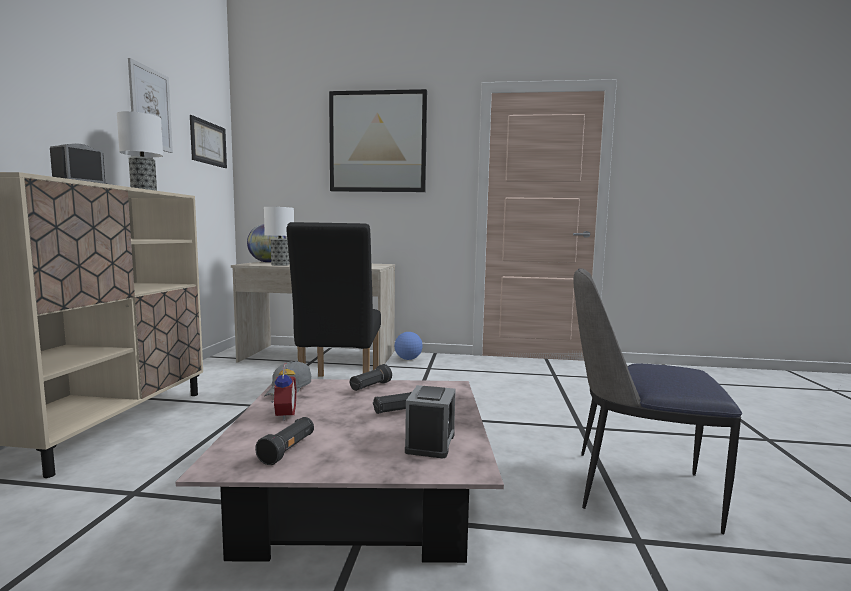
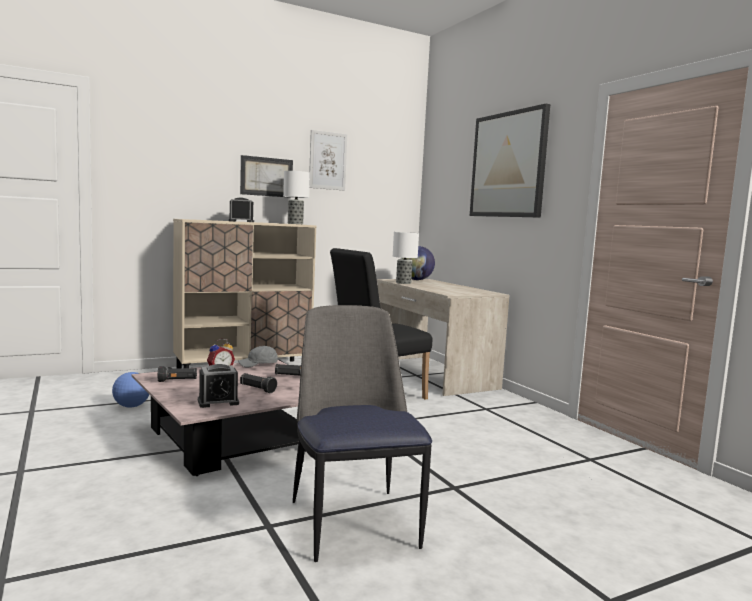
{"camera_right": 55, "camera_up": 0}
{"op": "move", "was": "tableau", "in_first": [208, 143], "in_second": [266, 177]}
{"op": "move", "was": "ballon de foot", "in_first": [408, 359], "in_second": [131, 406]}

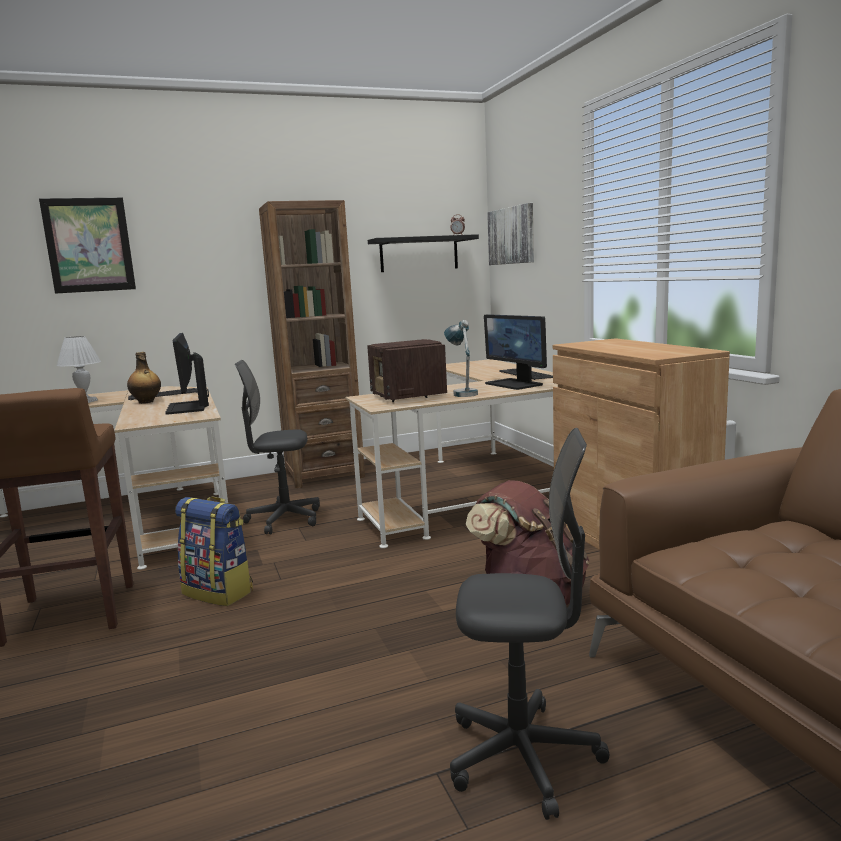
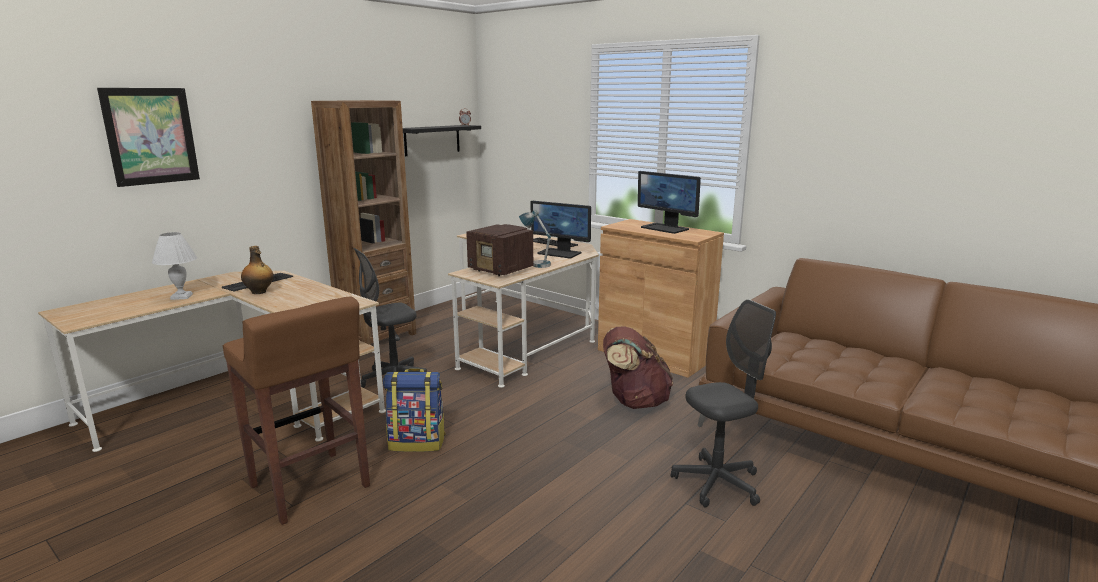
{"camera_right": -30, "camera_up": 5}
{"op": "delete", "was": "tableau", "in_first": [511, 235]}
{"op": "move", "was": "écran d'ordinateur", "in_first": [187, 407], "in_second": [665, 228]}

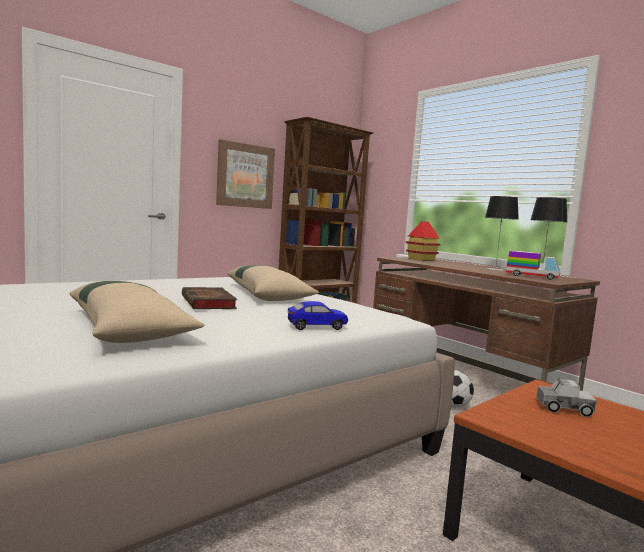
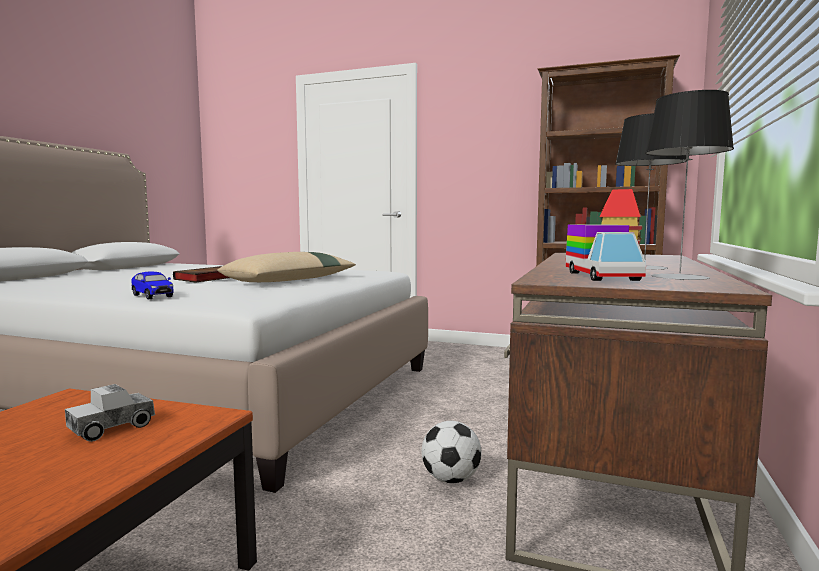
{"camera_right": 60, "camera_up": 0}
{"op": "delete", "was": "coussin (beige)", "in_first": [129, 327]}
{"op": "delete", "was": "tableau", "in_first": [245, 176]}
{"op": "rotate", "was": "camion jouet", "in_first": [563, 409], "in_second": [112, 428], "clockwise": 60}

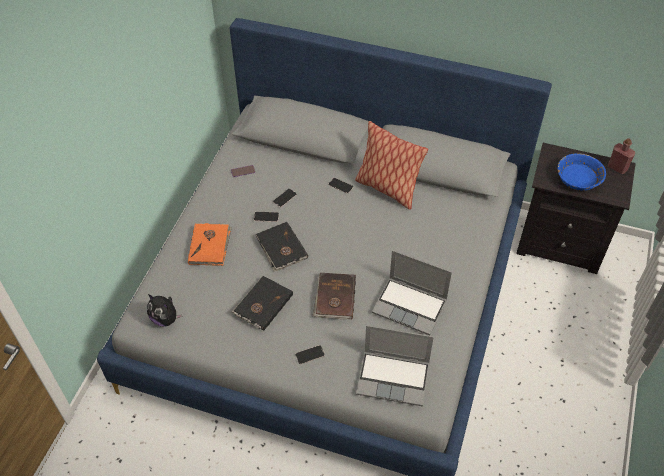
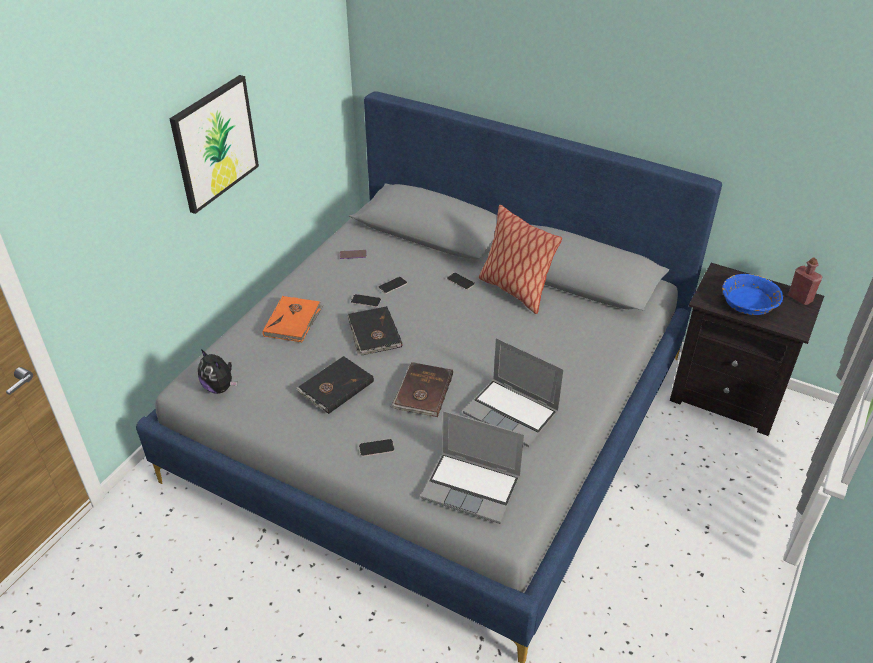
{"camera_right": 10, "camera_up": -10}
{"op": "insert", "now": "tableau", "in_second": [214, 143]}

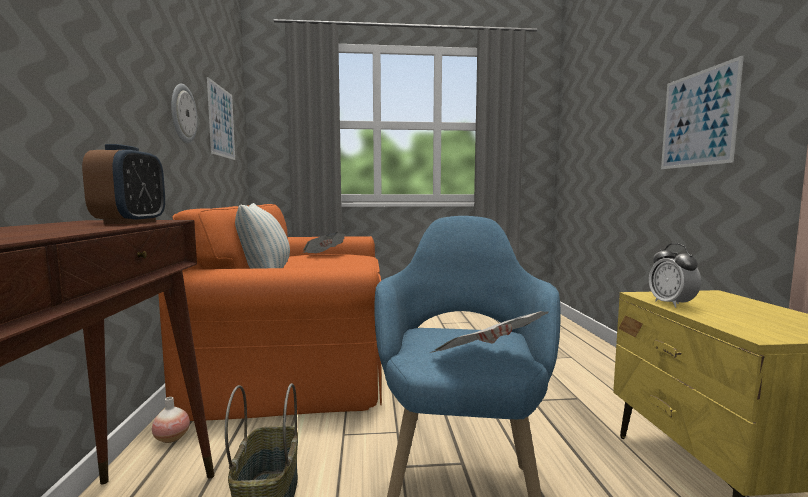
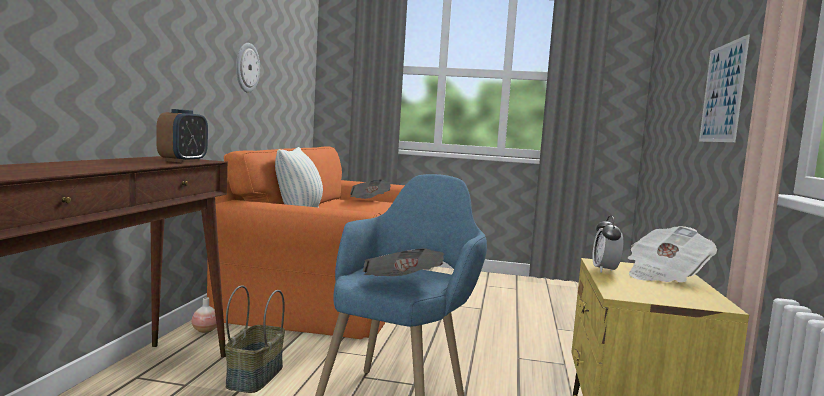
{"camera_right": 15, "camera_up": 0}
{"op": "delete", "was": "tableau", "in_first": [221, 122]}
{"op": "insert", "now": "journal", "in_second": [664, 276]}

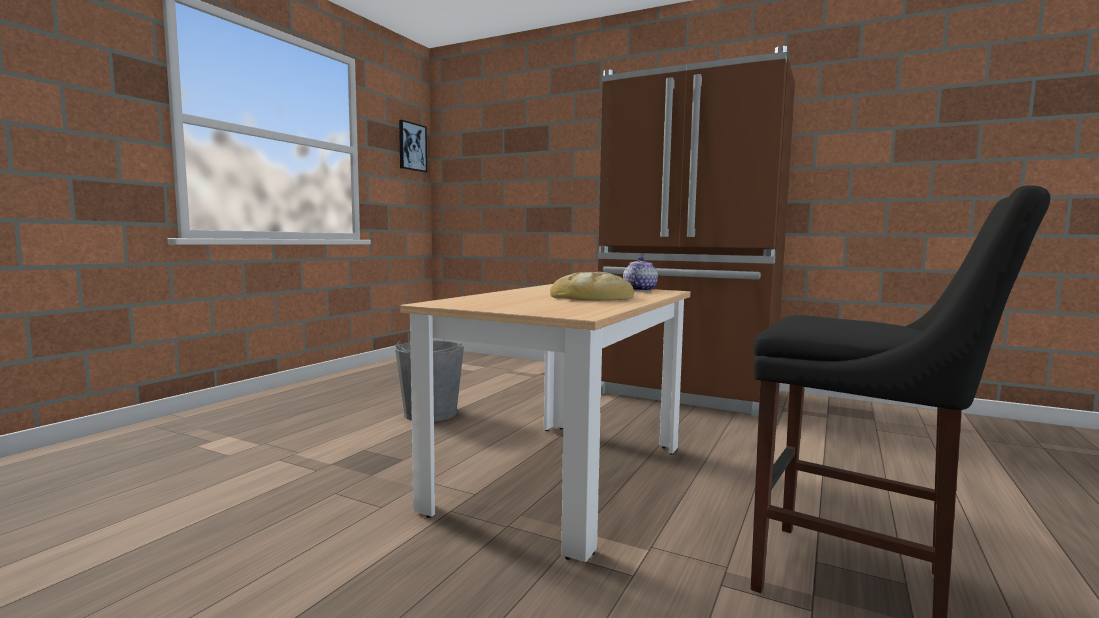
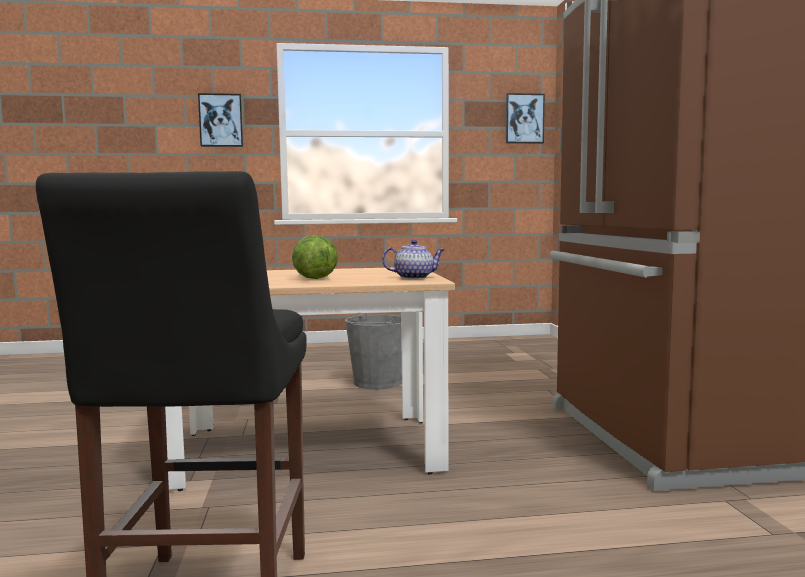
{"camera_right": 55, "camera_up": 0}
{"op": "insert", "now": "tableau", "in_second": [221, 120]}
{"op": "replace", "was": "pain", "now": "laitue", "in_first": [592, 297], "in_second": [314, 278]}

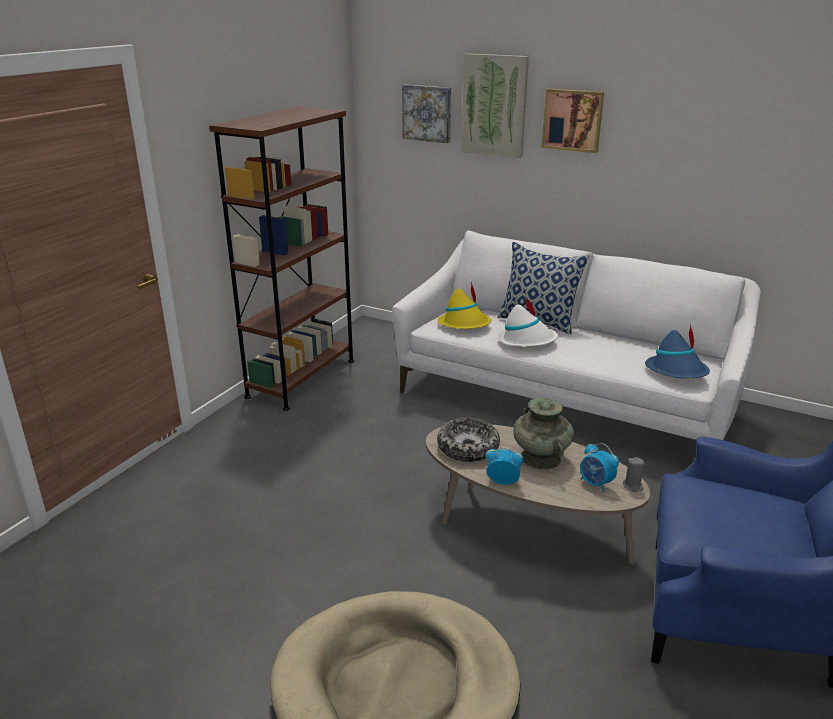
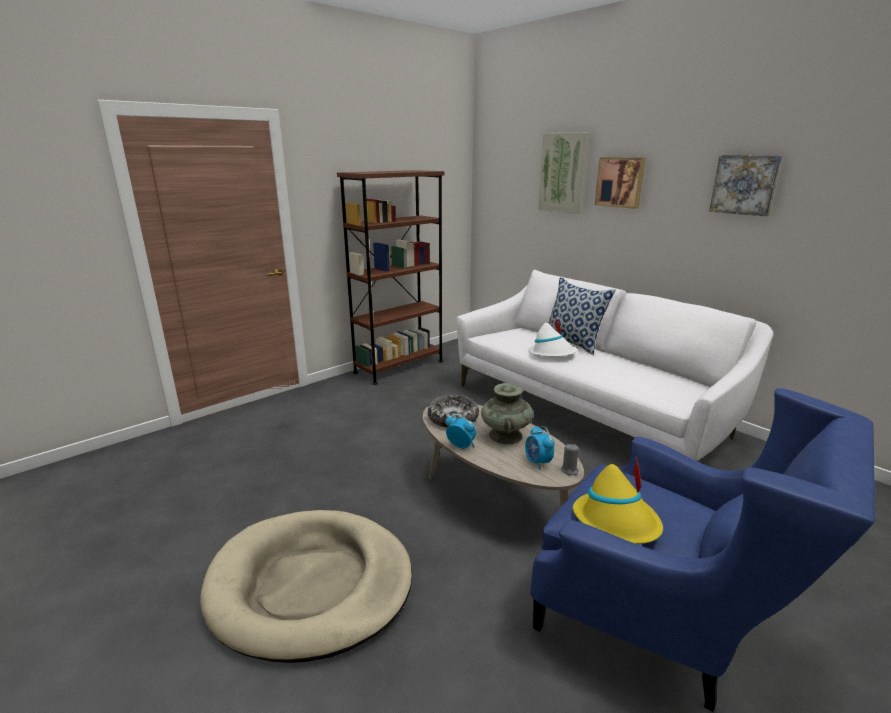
{"camera_right": 20, "camera_up": -5}
{"op": "delete", "was": "chapeau (bleu)", "in_first": [677, 371]}
{"op": "move", "was": "tableau", "in_first": [427, 113], "in_second": [745, 184]}
{"op": "move", "was": "chapeau (jaune)", "in_first": [465, 324], "in_second": [617, 522]}

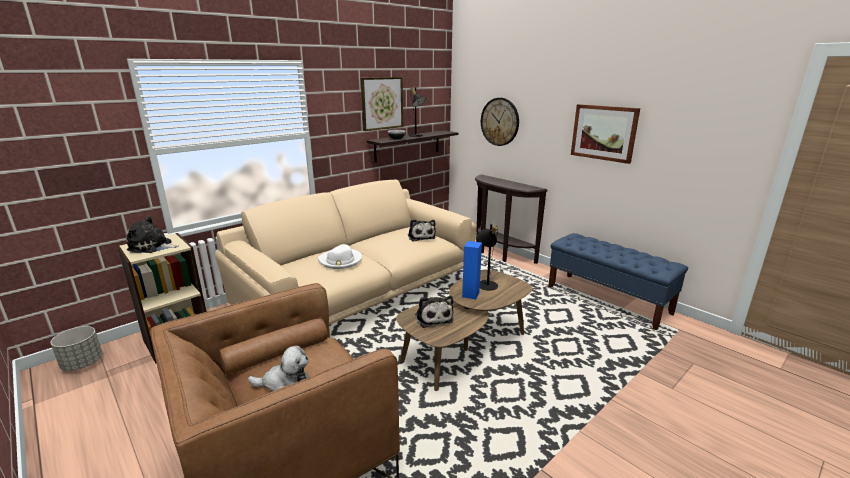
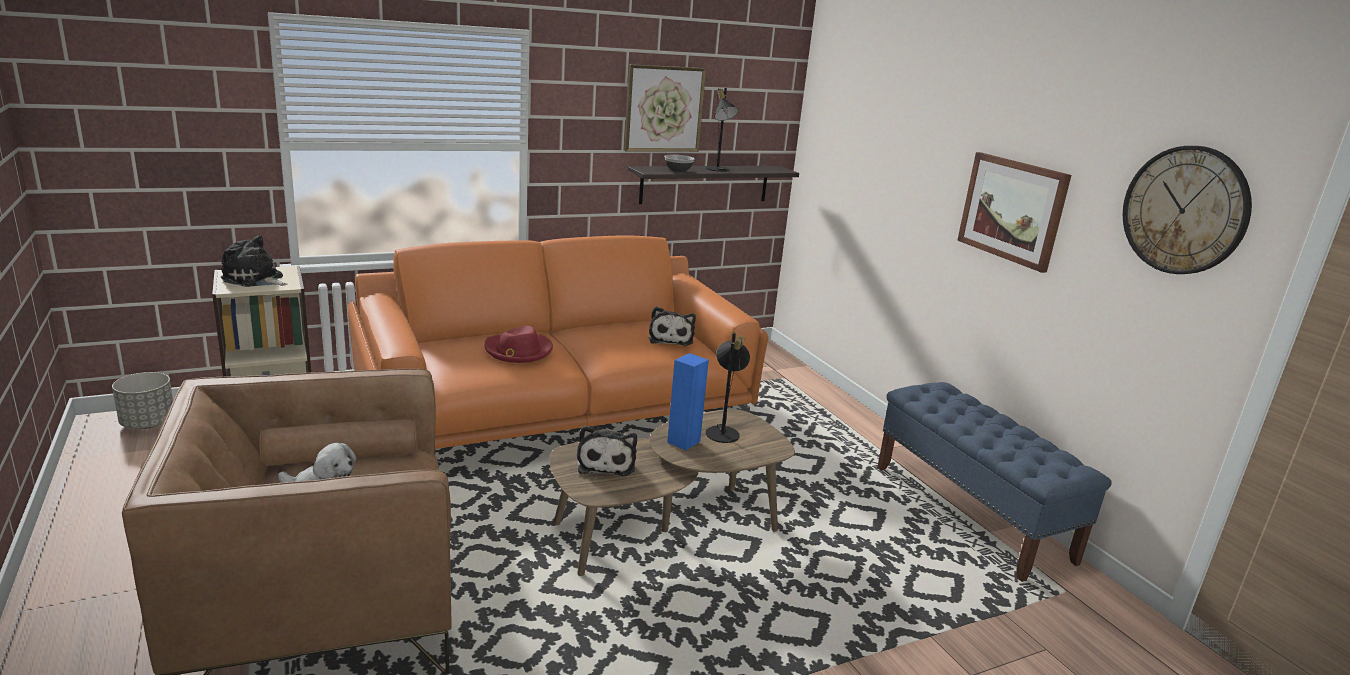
{"camera_right": 15, "camera_up": 0}
{"op": "delete", "was": "table console (marron)", "in_first": [499, 254]}
{"op": "move", "was": "horloge murale", "in_first": [500, 122], "in_second": [1185, 210]}
{"op": "recolor", "was": "canapé (beige)", "now": "canapé (orange)", "in_first": [359, 294], "in_second": [558, 413]}
{"op": "recolor", "was": "chapeau (blanc)", "now": "chapeau (rouge)", "in_first": [340, 261], "in_second": [518, 351]}

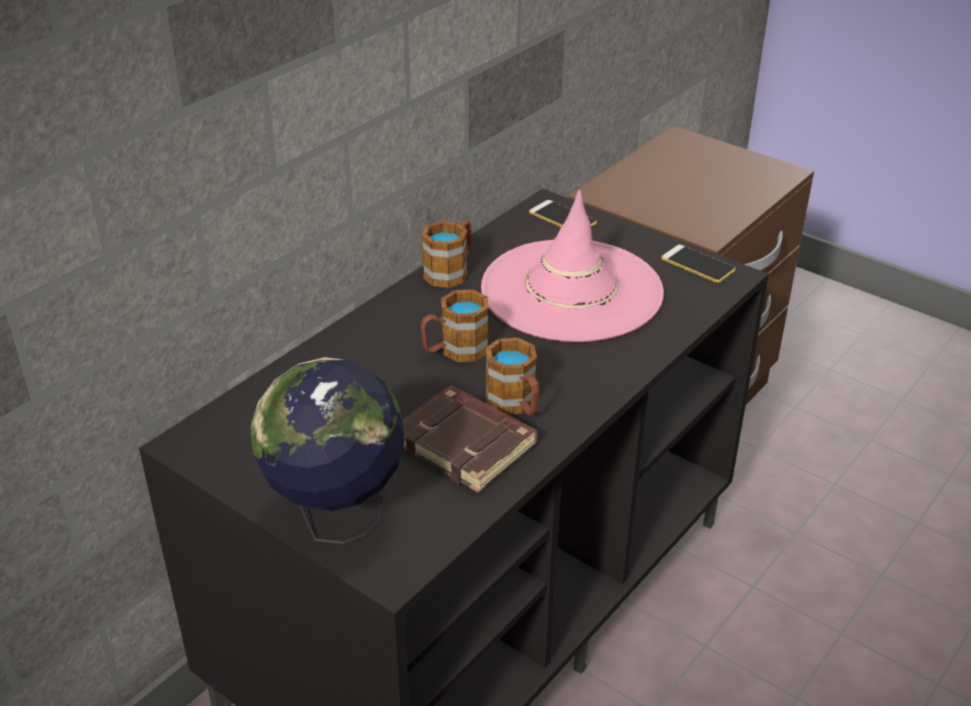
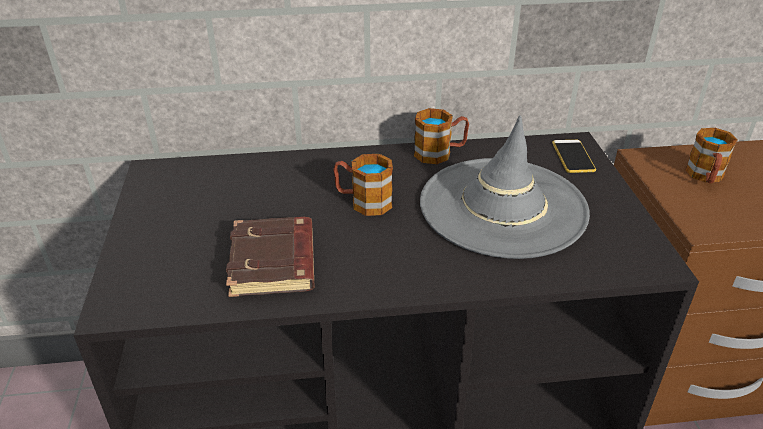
{"camera_right": 45, "camera_up": 0}
{"op": "delete", "was": "globe", "in_first": [336, 519]}
{"op": "delete", "was": "téléphone", "in_first": [697, 265]}
{"op": "move", "was": "mug", "in_first": [516, 405], "in_second": [705, 177]}
{"op": "recolor", "was": "chapeau (rose)", "now": "chapeau (gris)", "in_first": [571, 291], "in_second": [502, 206]}

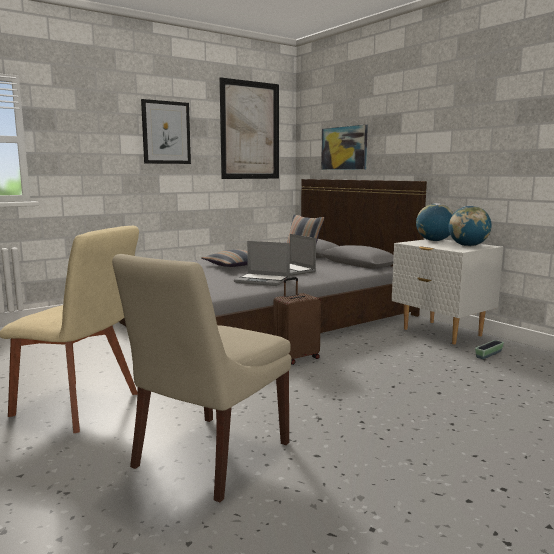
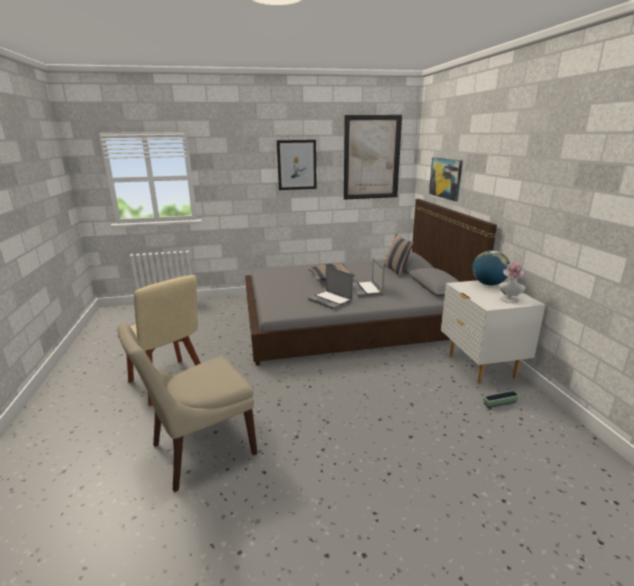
{"camera_right": 25, "camera_up": 10}
{"op": "delete", "was": "valise (marron)", "in_first": [296, 358]}
{"op": "replace", "was": "globe", "now": "chapeau", "in_first": [468, 246], "in_second": [509, 298]}

